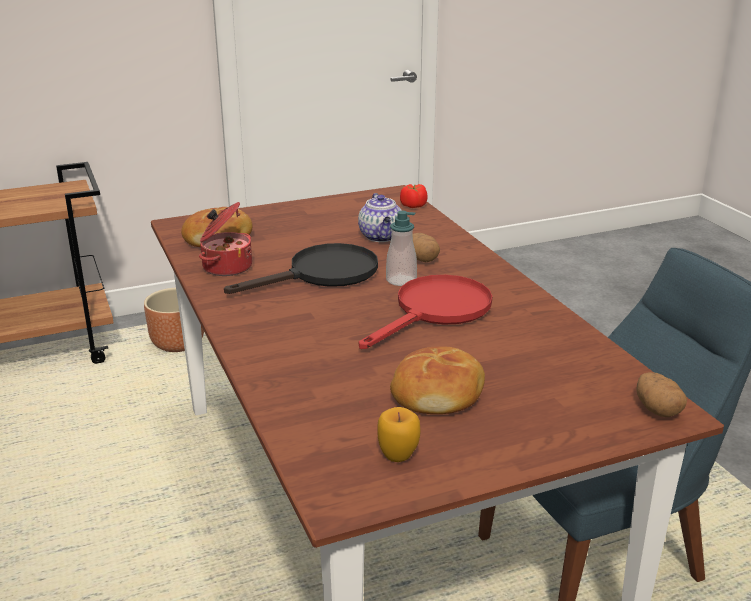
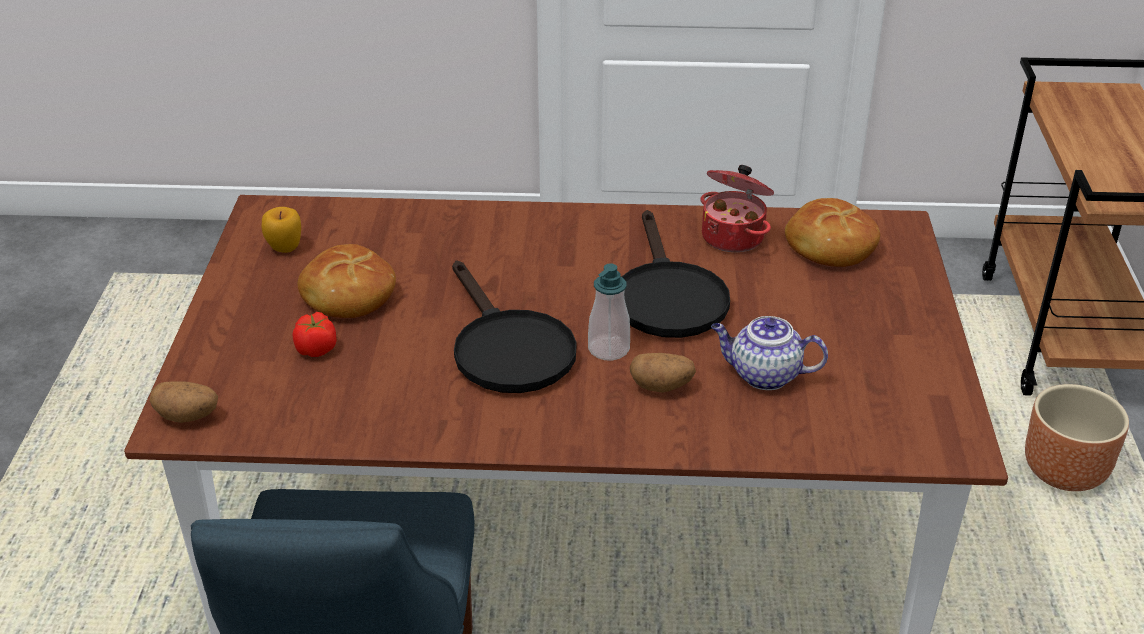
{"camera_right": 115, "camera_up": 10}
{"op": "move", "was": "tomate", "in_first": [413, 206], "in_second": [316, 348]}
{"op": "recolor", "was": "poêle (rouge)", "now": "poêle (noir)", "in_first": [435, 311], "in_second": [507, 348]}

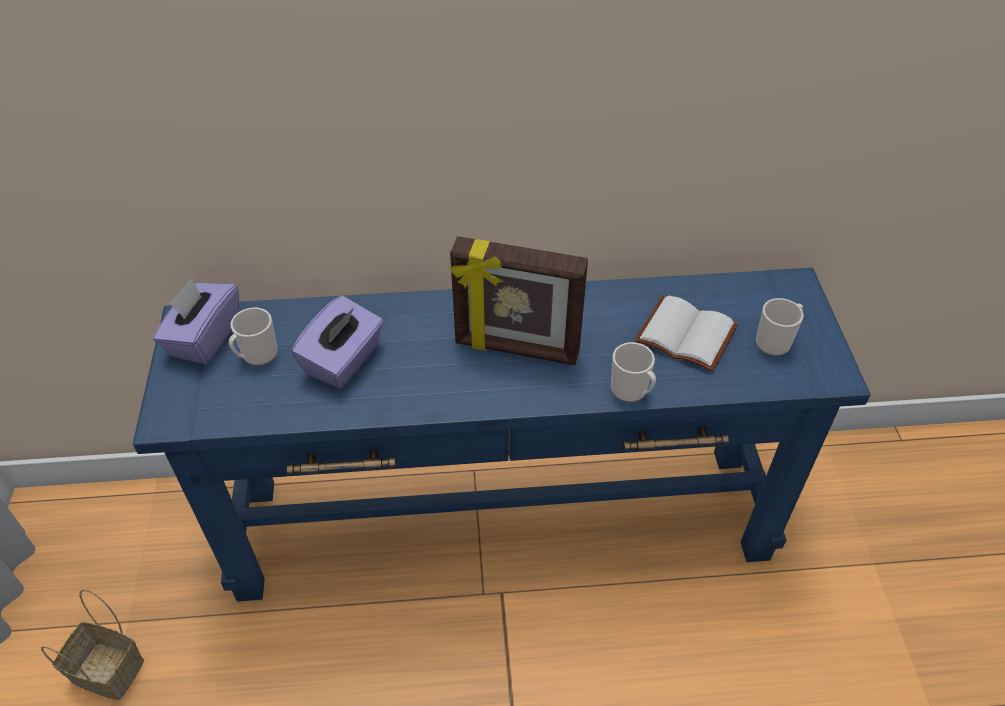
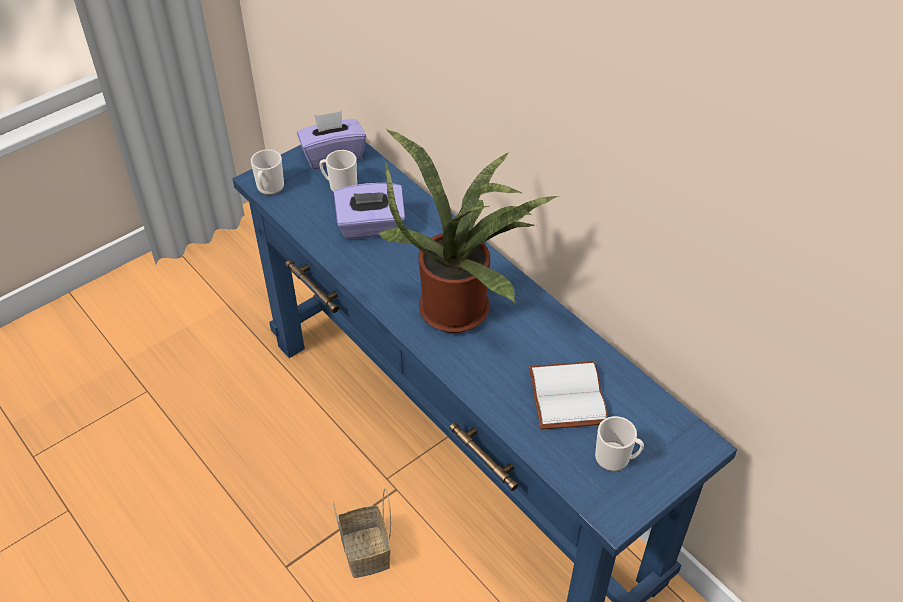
{"camera_right": 55, "camera_up": 0}
{"op": "move", "was": "panier", "in_first": [111, 670], "in_second": [367, 553]}
{"op": "move", "was": "mug", "in_first": [632, 391], "in_second": [269, 188]}
{"op": "replace", "was": "cadre photo", "now": "plante en pot", "in_first": [516, 349], "in_second": [460, 306]}

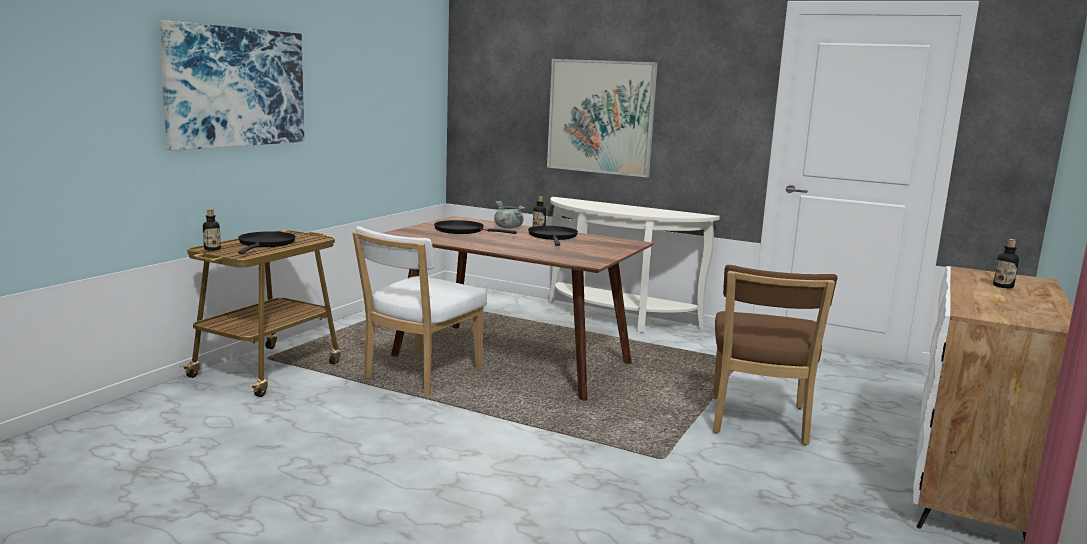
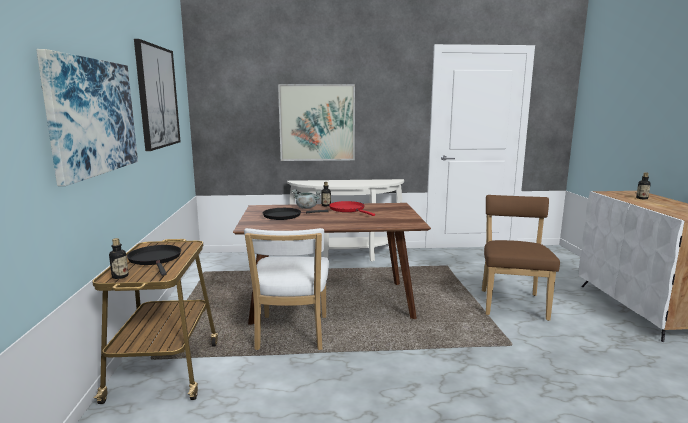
{"camera_right": -30, "camera_up": 0}
{"op": "insert", "now": "tableau", "in_second": [157, 97]}
{"op": "recolor", "was": "poêle (noir)", "now": "poêle (rouge)", "in_first": [553, 237], "in_second": [348, 209]}
{"op": "rotate", "was": "chaise (marron)", "in_first": [757, 422], "in_second": [512, 303], "clockwise": -150}

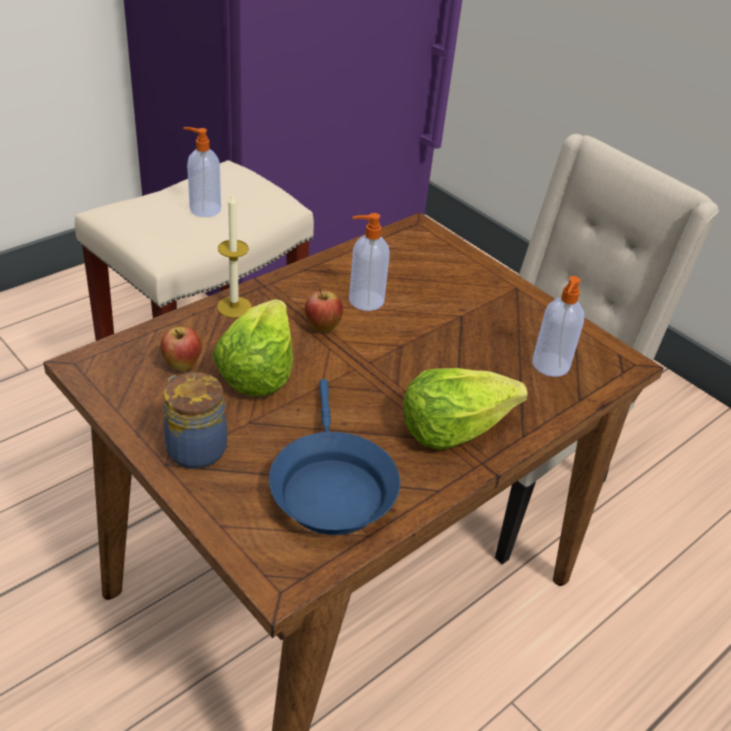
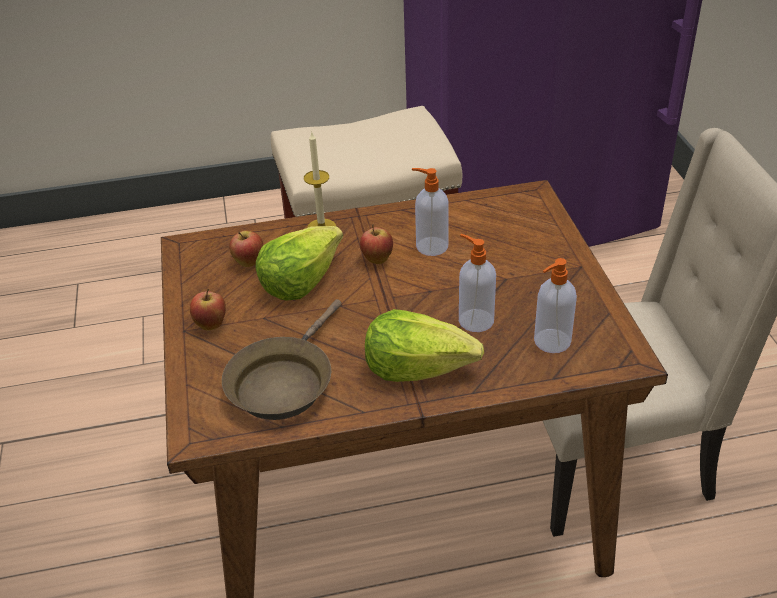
{"camera_right": 35, "camera_up": 0}
{"op": "move", "was": "distributeur de savon", "in_first": [204, 209], "in_second": [475, 320]}
{"op": "replace", "was": "bocal", "now": "pomme", "in_first": [195, 448], "in_second": [211, 325]}
{"op": "recolor", "was": "poêle (bleu)", "now": "poêle (marron)", "in_first": [331, 487], "in_second": [283, 382]}

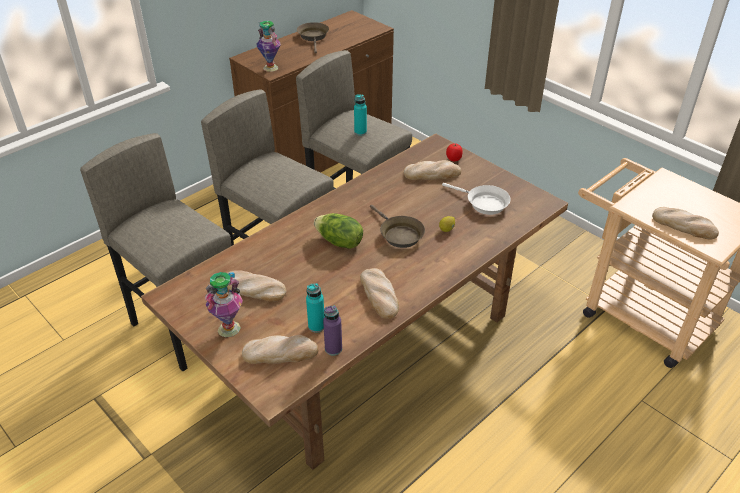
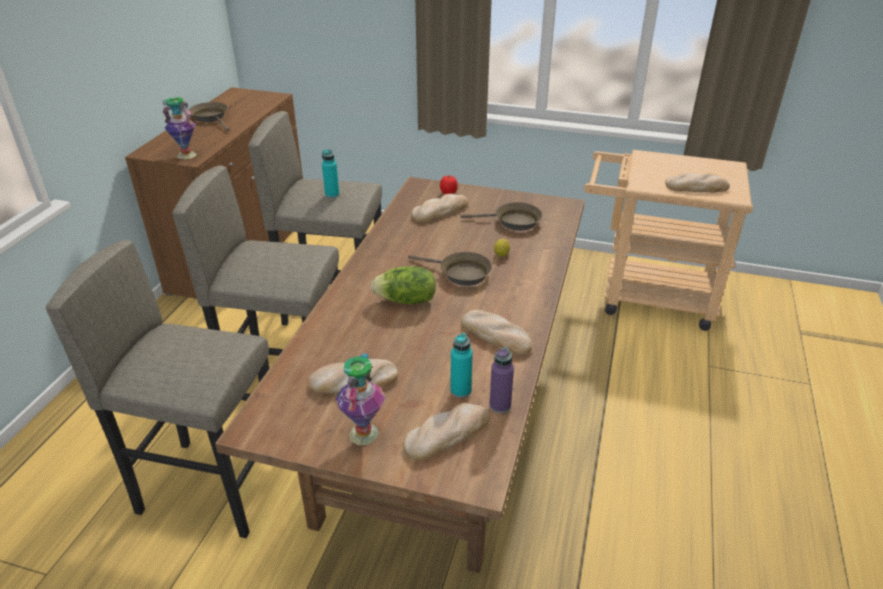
{"camera_right": -30, "camera_up": -5}
{"op": "recolor", "was": "poêle (blanc)", "now": "poêle (marron)", "in_first": [484, 203], "in_second": [513, 222]}

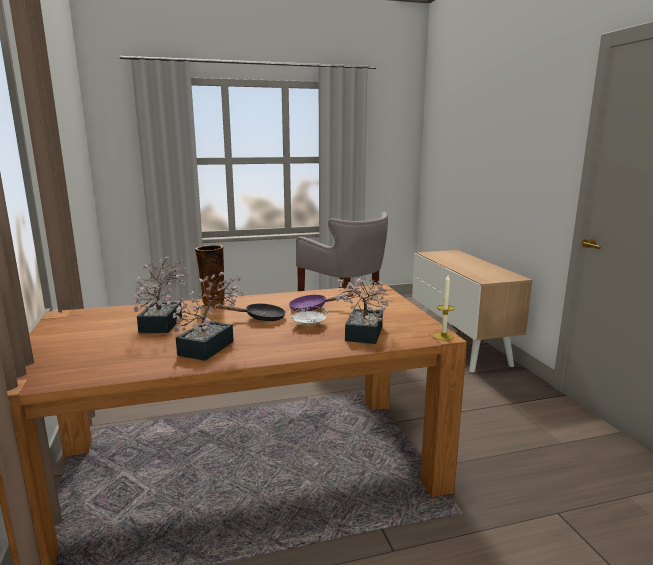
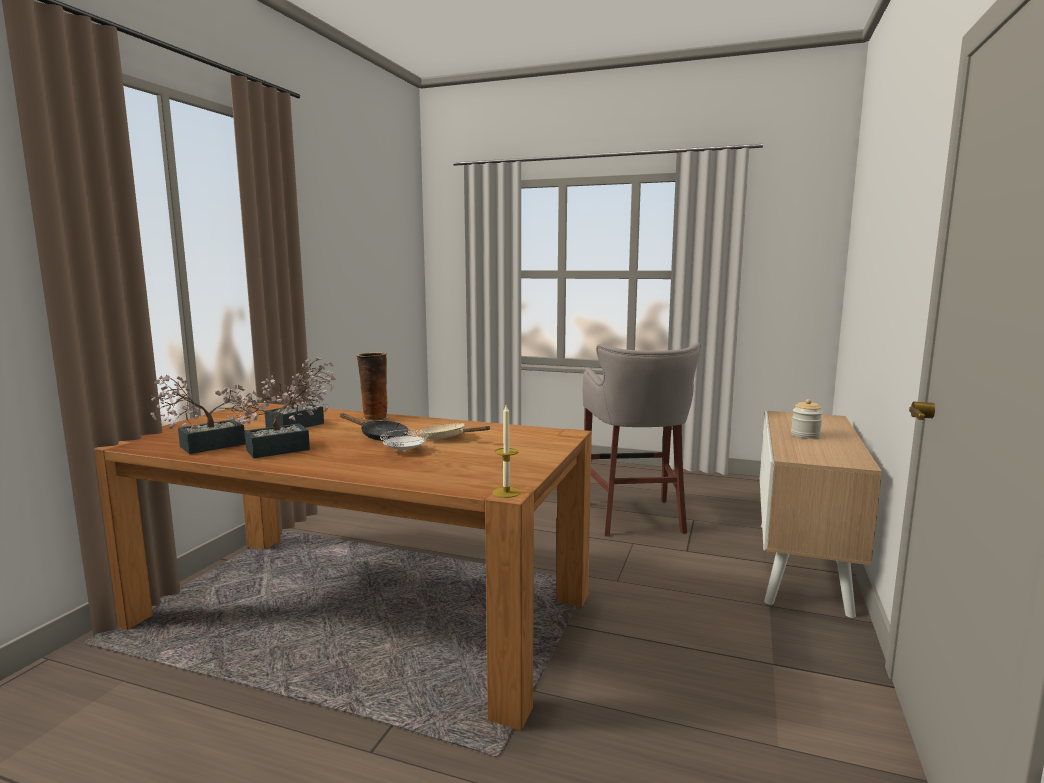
{"camera_right": 35, "camera_up": -5}
{"op": "insert", "now": "bocal", "in_second": [805, 435]}
{"op": "move", "was": "plante en pot", "in_first": [362, 336], "in_second": [204, 446]}
{"op": "recolor", "was": "poêle (violet)", "now": "poêle (beige)", "in_first": [312, 308], "in_second": [447, 438]}

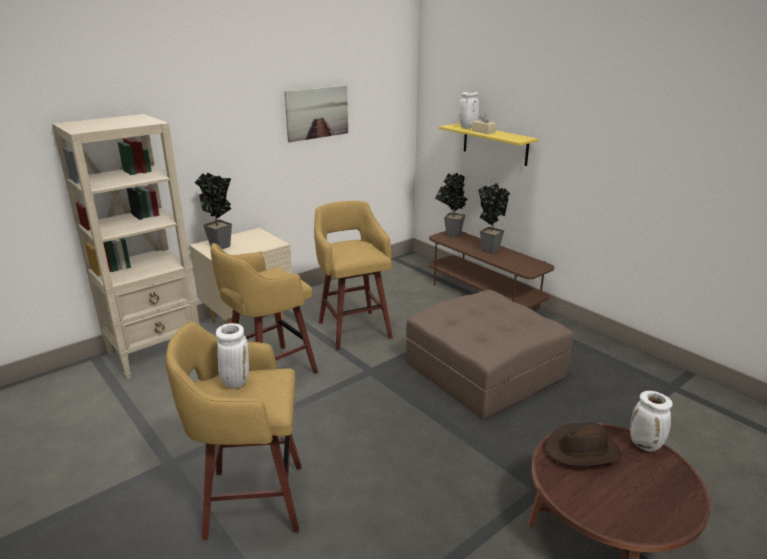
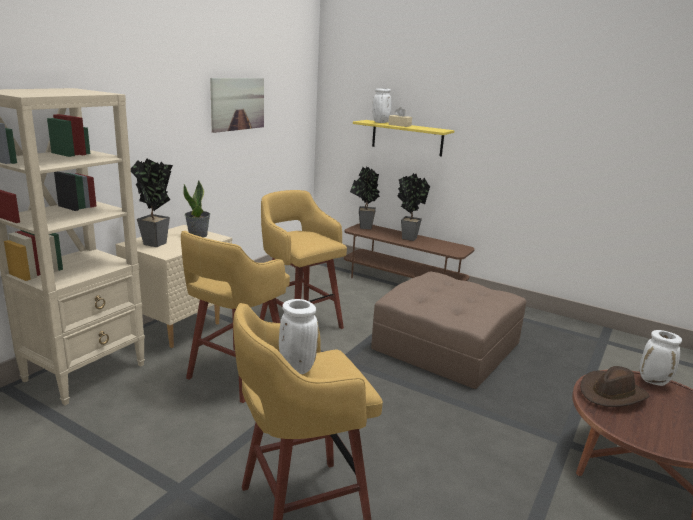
{"camera_right": -20, "camera_up": -5}
{"op": "insert", "now": "plante en pot", "in_second": [198, 235]}

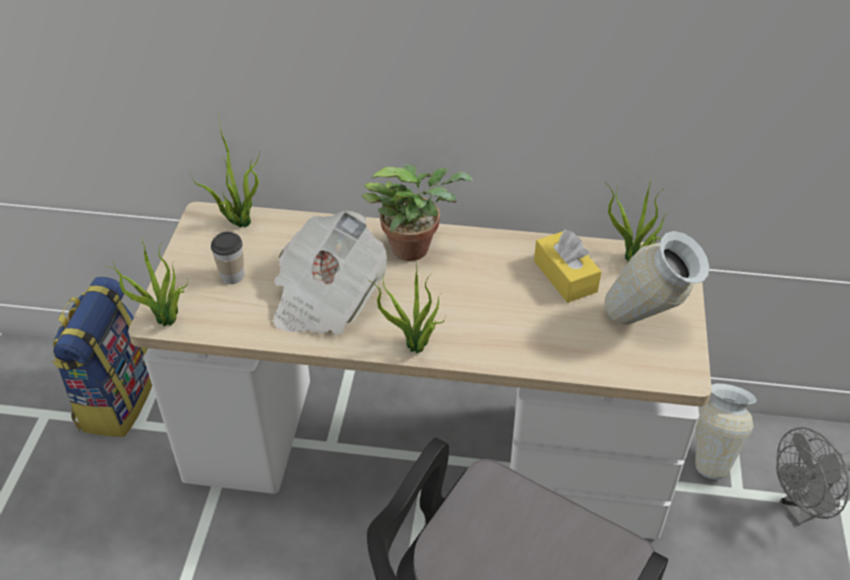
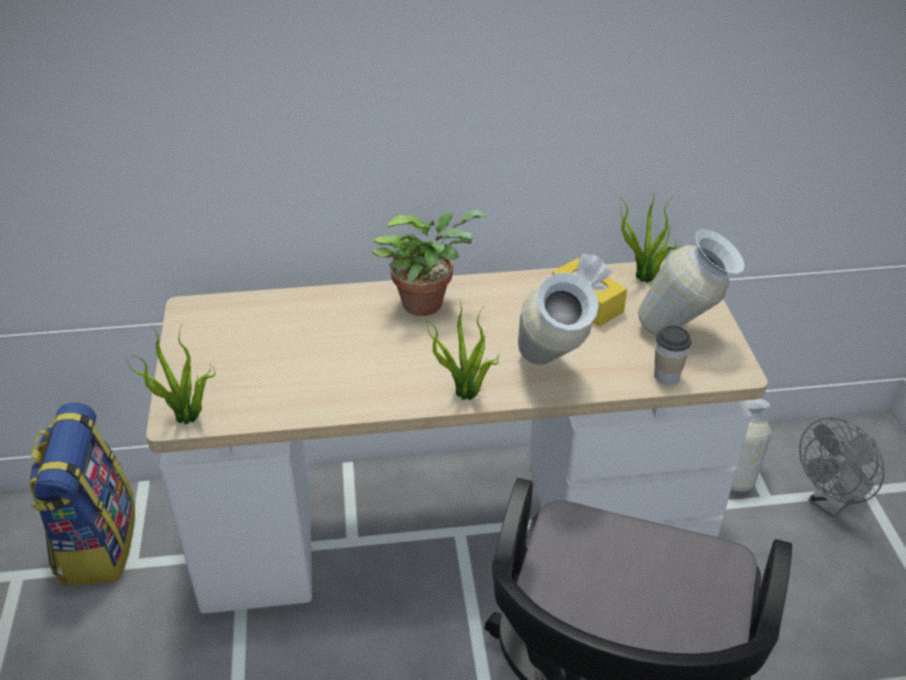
{"camera_right": -15, "camera_up": -5}
{"op": "delete", "was": "plante en pot", "in_first": [239, 221]}
{"op": "delete", "was": "journal", "in_first": [326, 298]}
{"op": "insert", "now": "vase", "in_second": [549, 374]}
{"op": "move", "was": "tasse", "in_first": [232, 276], "in_second": [666, 376]}

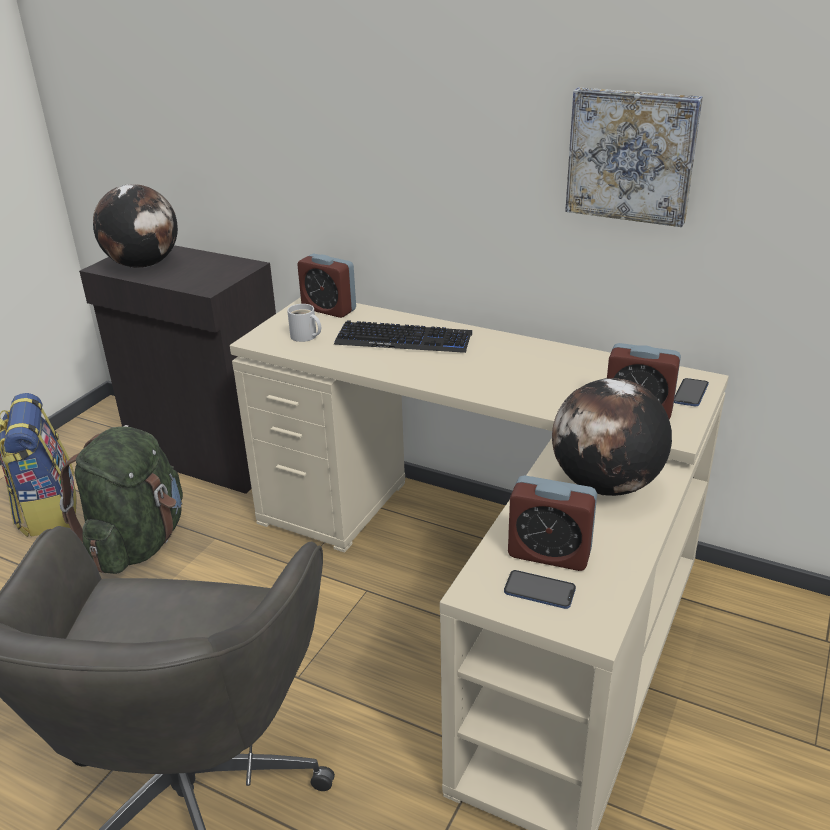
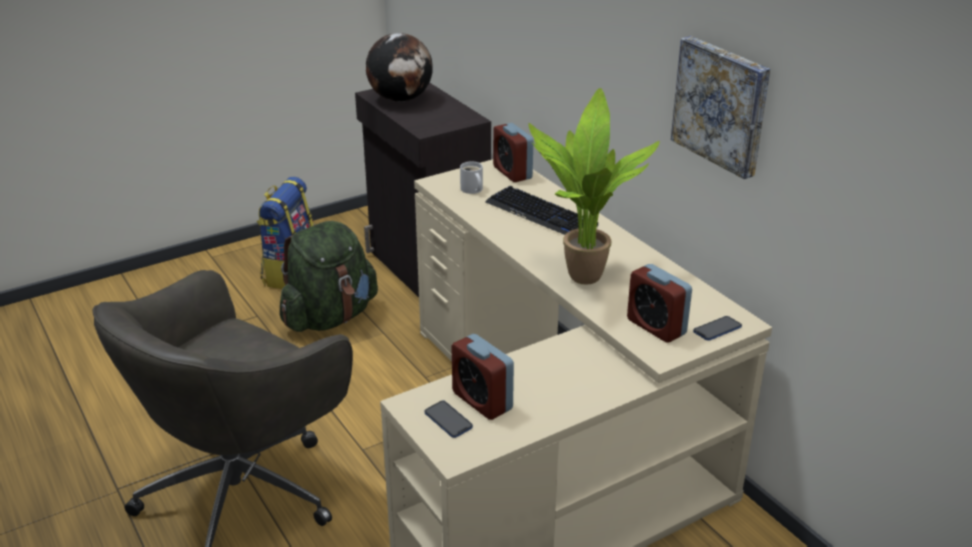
{"camera_right": 30, "camera_up": 0}
{"op": "delete", "was": "globe", "in_first": [606, 485]}
{"op": "insert", "now": "plante en pot", "in_second": [579, 276]}

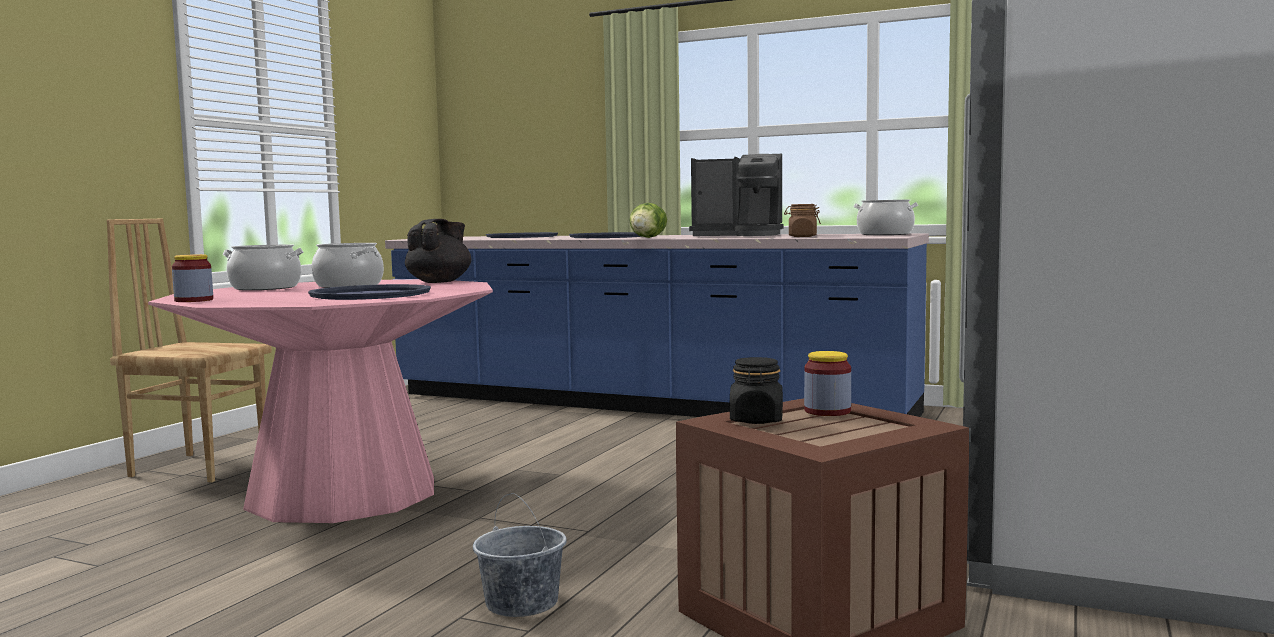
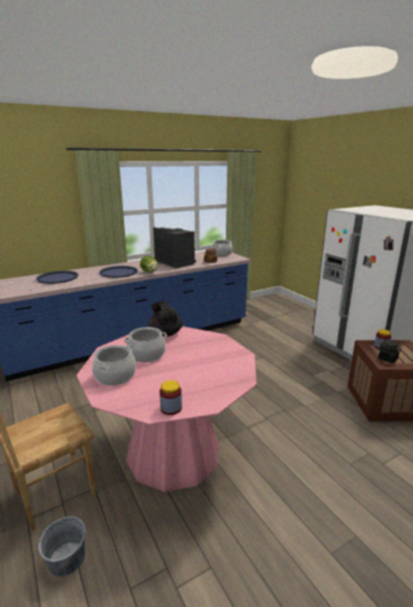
{"camera_right": -55, "camera_up": 15}
{"op": "delete", "was": "plateau (bleu)", "in_first": [370, 294]}
{"op": "move", "was": "seau (gris)", "in_first": [522, 603], "in_second": [67, 559]}
{"op": "rotate", "was": "machine à café", "in_first": [740, 235], "in_second": [175, 262], "clockwise": -90}

